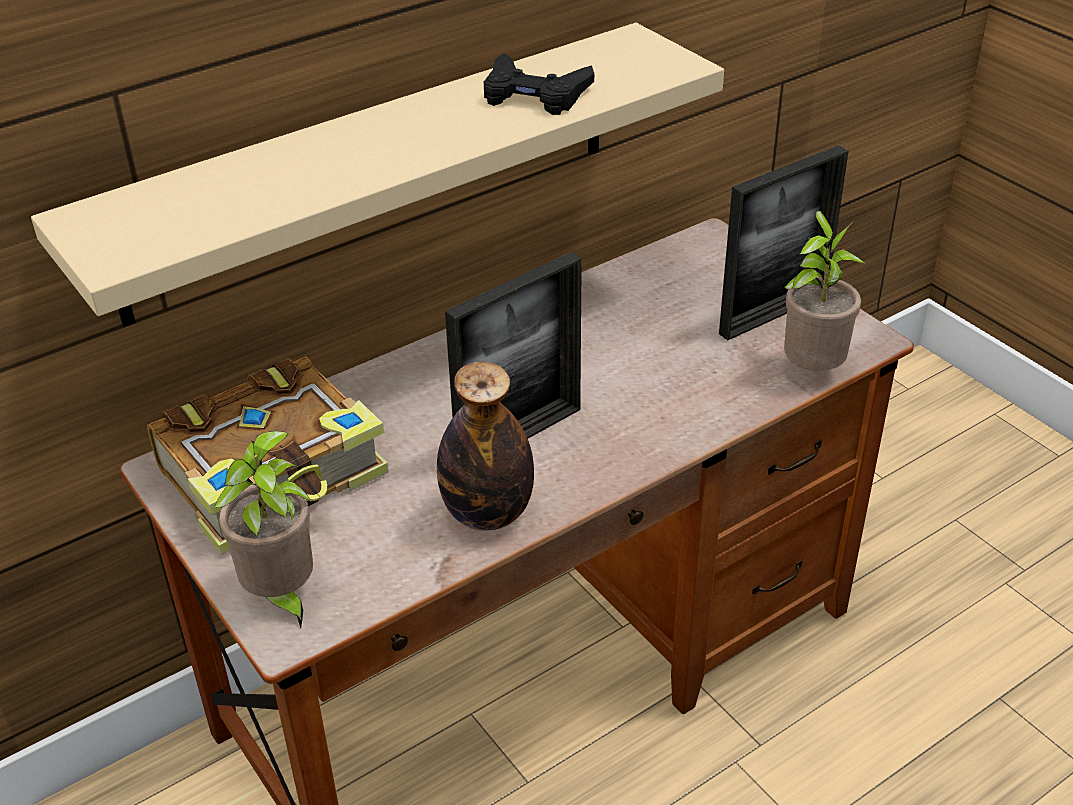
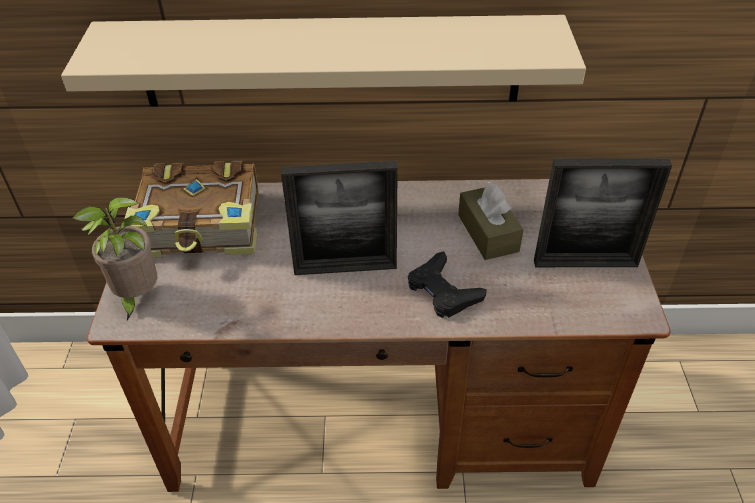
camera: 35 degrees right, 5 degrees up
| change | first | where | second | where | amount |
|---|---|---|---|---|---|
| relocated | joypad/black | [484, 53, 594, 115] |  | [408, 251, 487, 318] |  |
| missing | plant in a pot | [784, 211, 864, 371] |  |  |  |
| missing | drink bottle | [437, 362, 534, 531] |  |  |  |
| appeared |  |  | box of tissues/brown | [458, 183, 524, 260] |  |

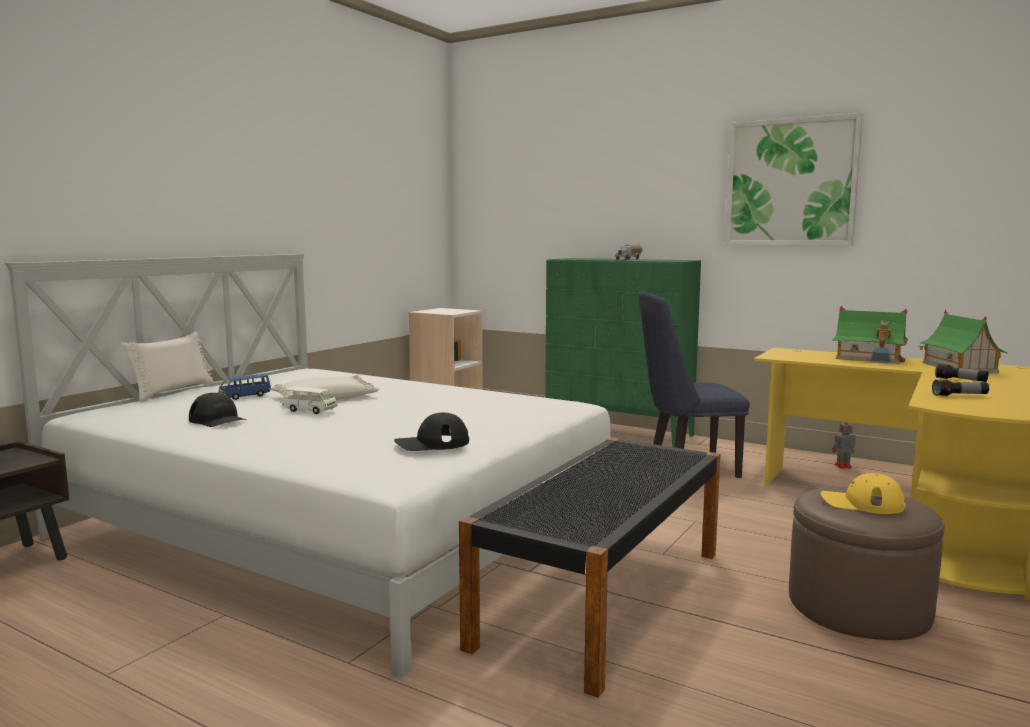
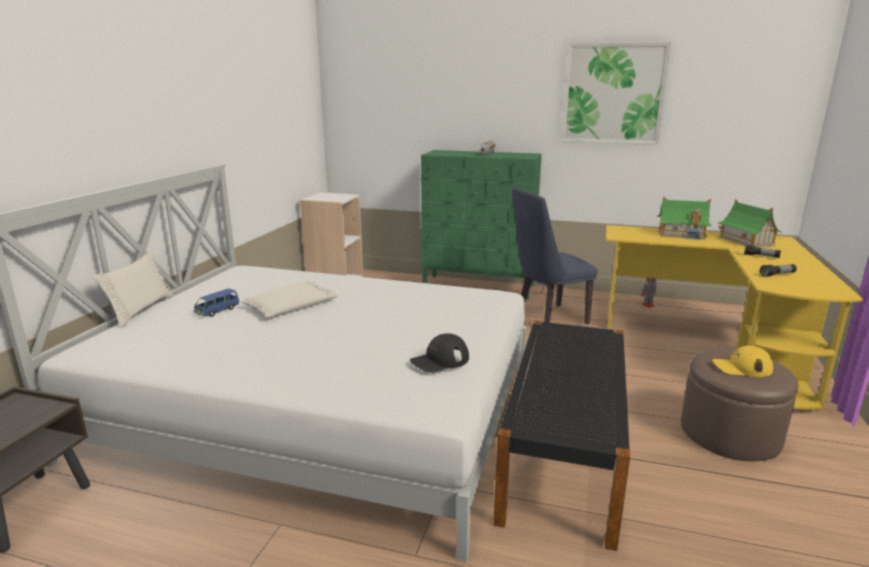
camera: 15 degrees left, 10 degrees up
| change | first | where | second | where | amount |
|---|---|---|---|---|---|
| missing | miniature car/whitish | [282, 387, 338, 414] |  |  |  |
| missing | cap/black | [189, 393, 246, 427] |  |  |  |

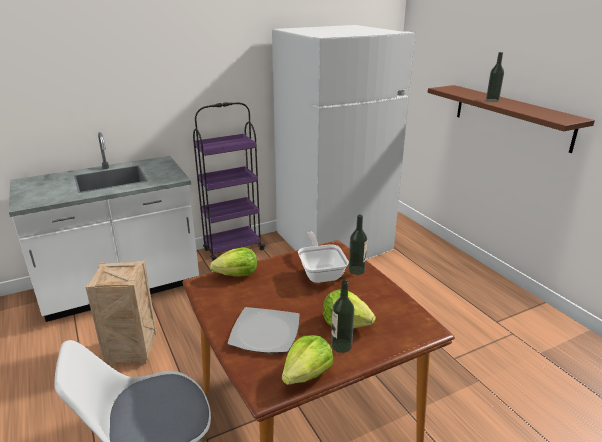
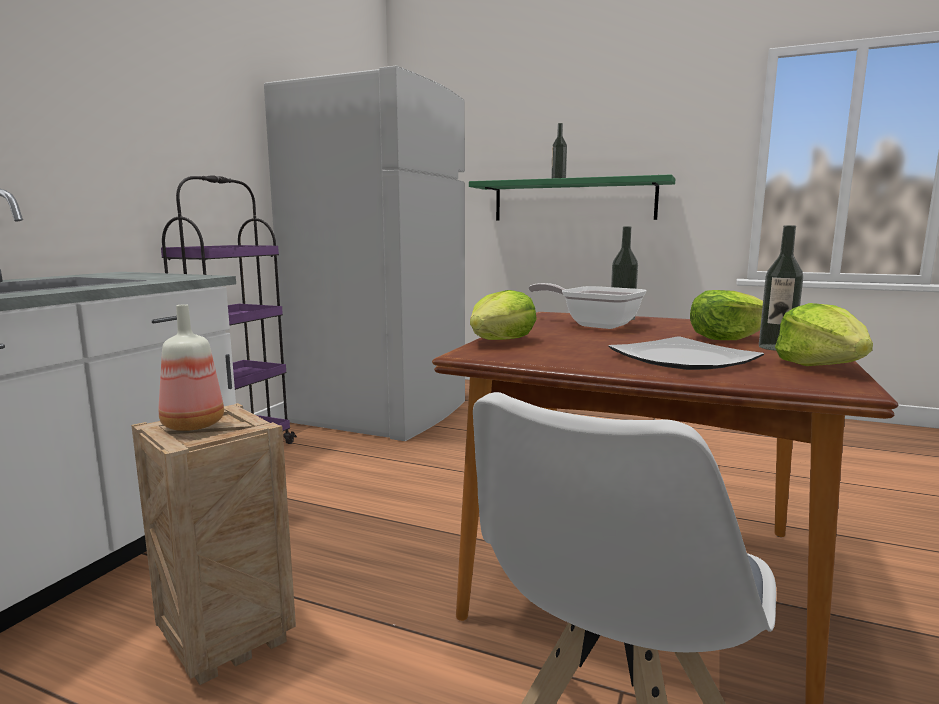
camera: 40 degrees left, 15 degrees down
| change | first | where | second | where | amount |
|---|---|---|---|---|---|
| colour | wall shelf/brown | [428, 85, 595, 153] | wall shelf/greenish | [469, 174, 675, 221] |  |
| appeared |  |  | drink bottle | [159, 304, 224, 431] |  |

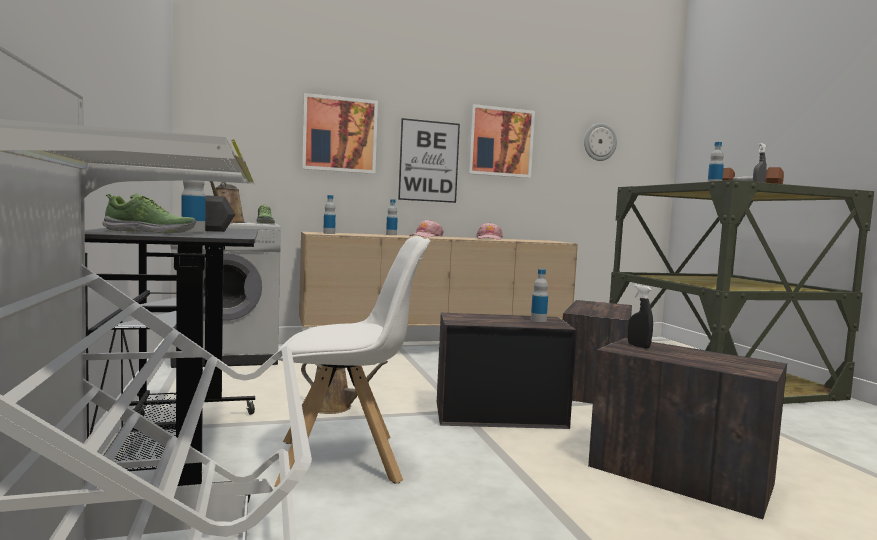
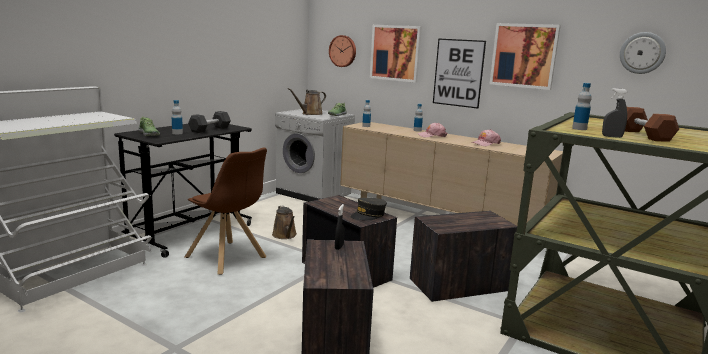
camera: 50 degrees right, 10 degrees up
| change | first | where | second | where | amount |
|---|---|---|---|---|---|
| colour | plain chair/whitish | [274, 236, 431, 487] | plain chair/brown | [184, 148, 267, 275] |  |
| exchanged | drink bottle | [531, 269, 548, 322] | cap/grey | [350, 198, 387, 220] |  |
| appeared |  |  | clock on the wall | [329, 35, 356, 67] |  |

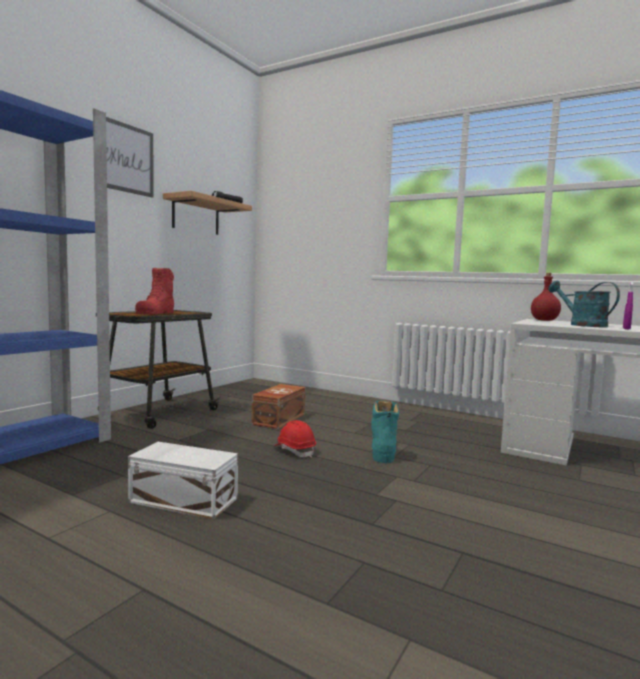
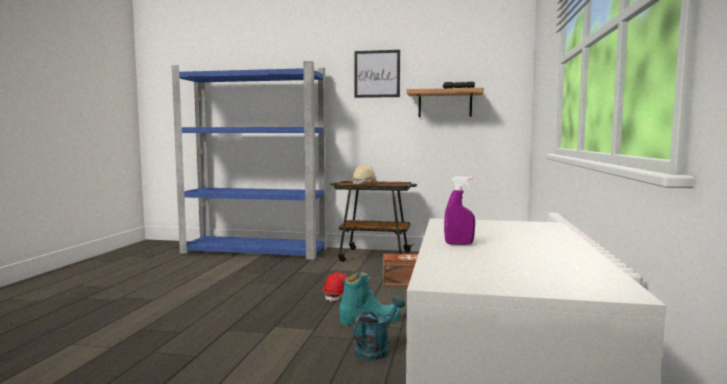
camera: 70 degrees right, 0 degrees up
| change | first | where | second | where | amount |
|---|---|---|---|---|---|
| exchanged | tall boot/reddish | [135, 268, 174, 314] | hard hat/beige-coloured | [352, 165, 379, 184] |  |
| missing | drink bottle/reddish | [531, 273, 561, 321] |  |  |  |
| relocated | watering can/turquoise | [548, 281, 620, 327] |  | [353, 296, 405, 360] |  |
| missing | storage box/whitish | [128, 442, 238, 519] |  |  |  |

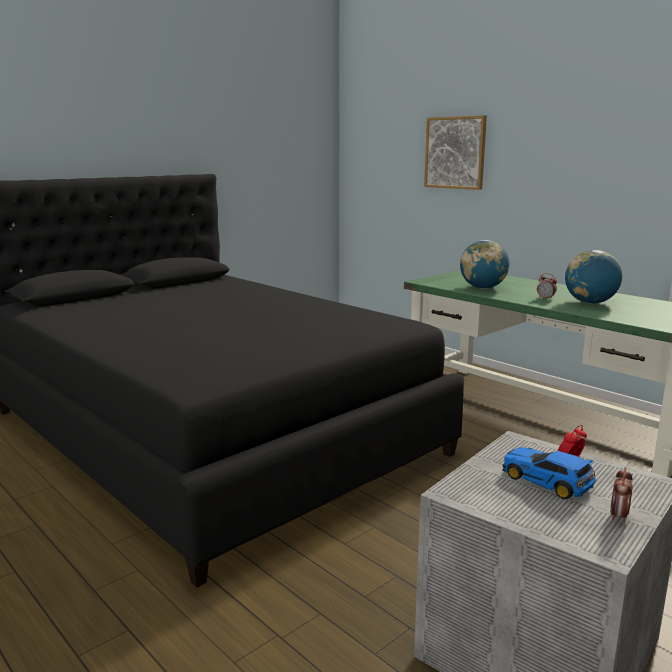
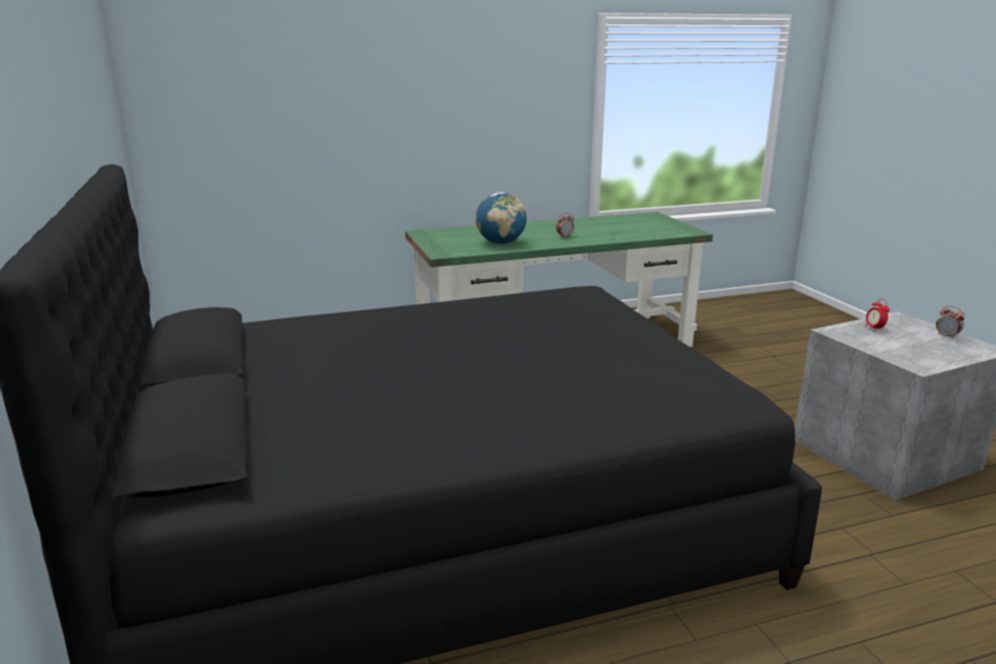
camera: 65 degrees left, 5 degrees up
| change | first | where | second | where | amount |
|---|---|---|---|---|---|
| missing | wall picture | [424, 115, 487, 190] |  |  |  |
| missing | desk globe | [565, 250, 622, 304] |  |  |  |
| missing | miniature car | [502, 447, 596, 499] |  |  |  |

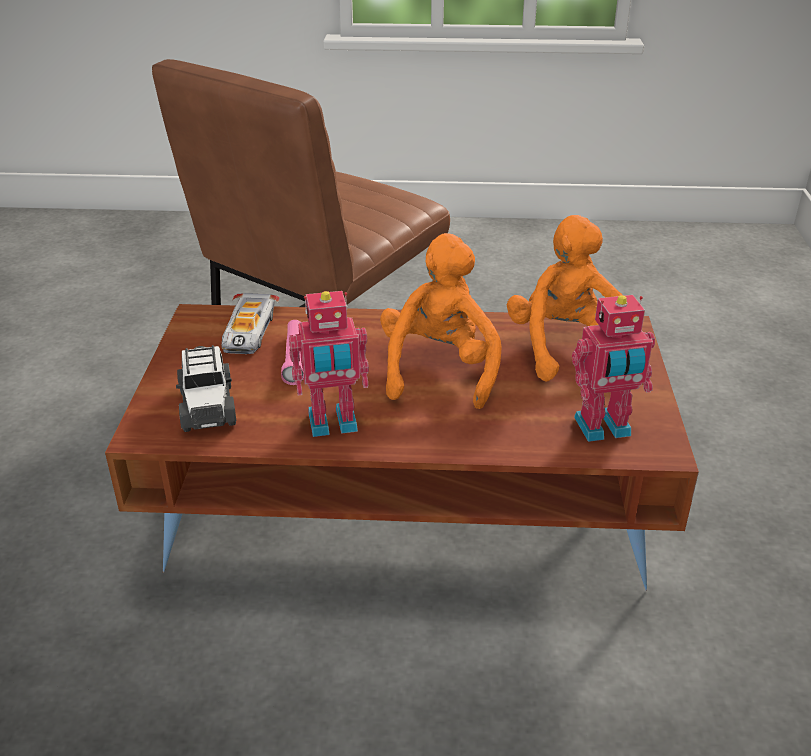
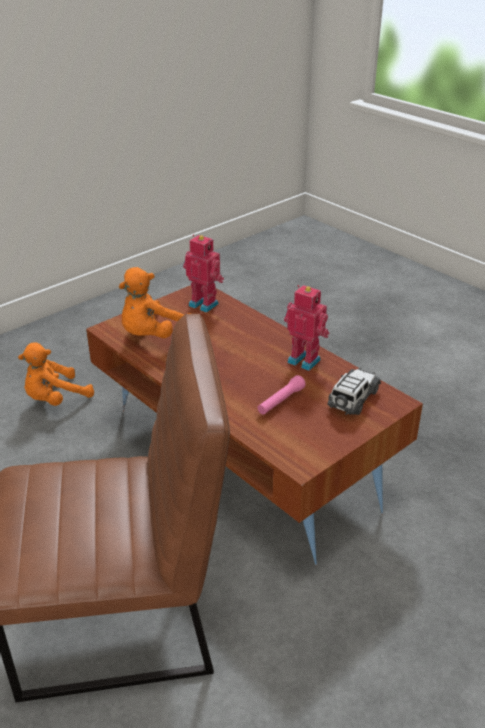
camera: 135 degrees left, 0 degrees up
| change | first | where | second | where | amount |
|---|---|---|---|---|---|
| relocated | soft toy/orange-coloured | [380, 233, 501, 409] |  | [18, 342, 94, 406] |  |
| missing | miniature car | [222, 293, 280, 354] |  |  |  |

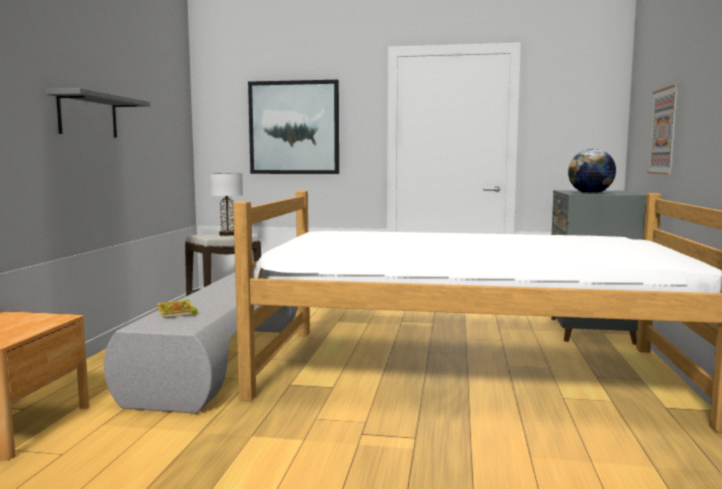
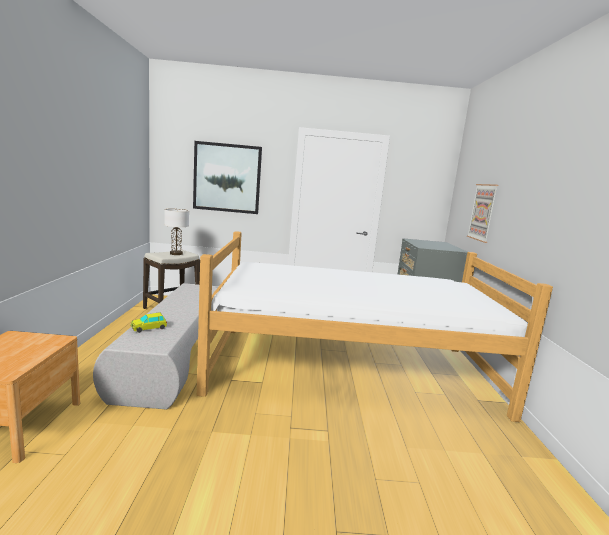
camera: 10 degrees left, 5 degrees up
| change | first | where | second | where | amount |
|---|---|---|---|---|---|
| missing | wall shelf/grey | [45, 88, 150, 138] |  |  |  |
| missing | desk globe | [568, 149, 616, 194] |  |  |  |
| exchanged | volume | [157, 299, 198, 318] | miniature car | [131, 313, 167, 333] |  |

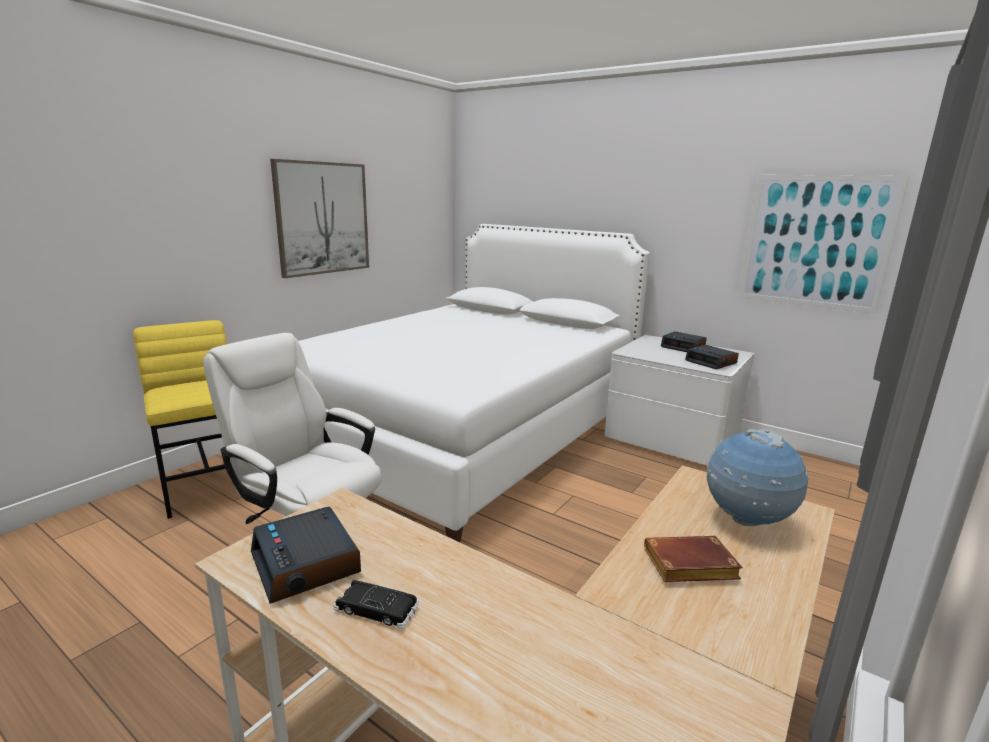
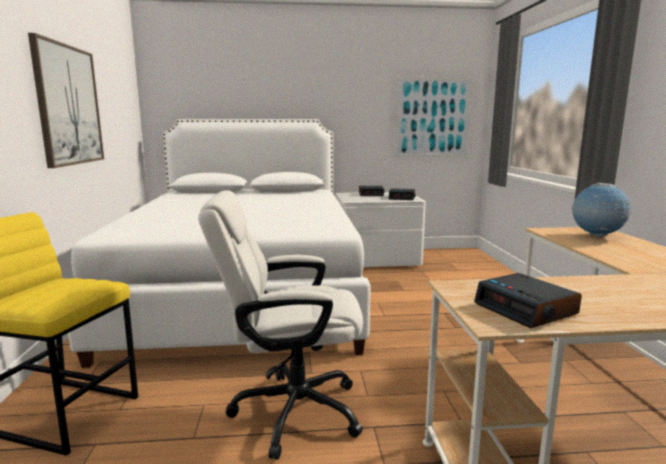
camera: 40 degrees left, 5 degrees down
| change | first | where | second | where | amount |
|---|---|---|---|---|---|
| spun | bedside clock | [251, 507, 361, 604] |  | [474, 273, 582, 328] | 45 degrees clockwise |
| missing | volume/brown | [644, 536, 743, 582] |  |  |  |
| missing | miniature car/black | [333, 580, 419, 629] |  |  |  |

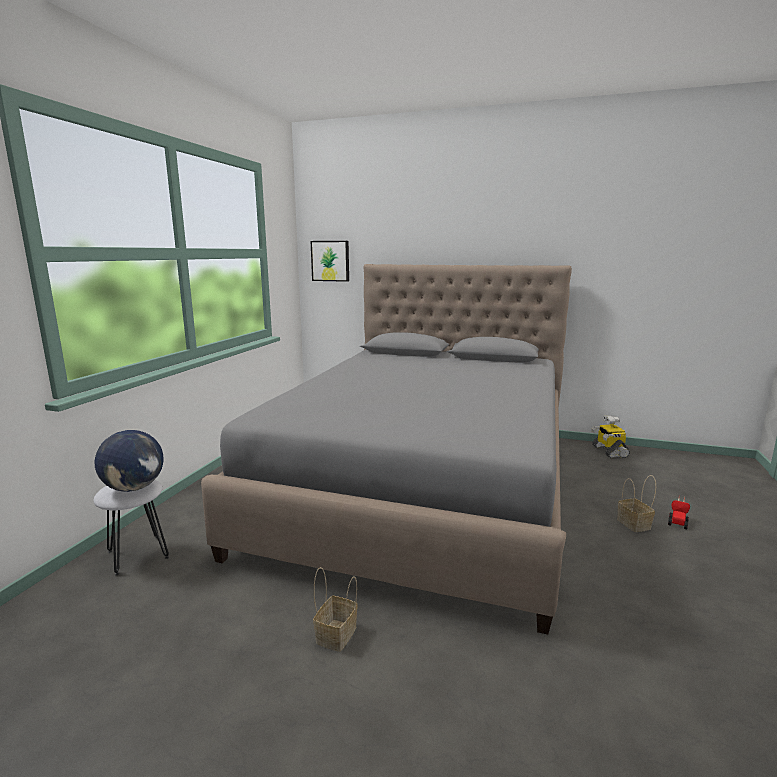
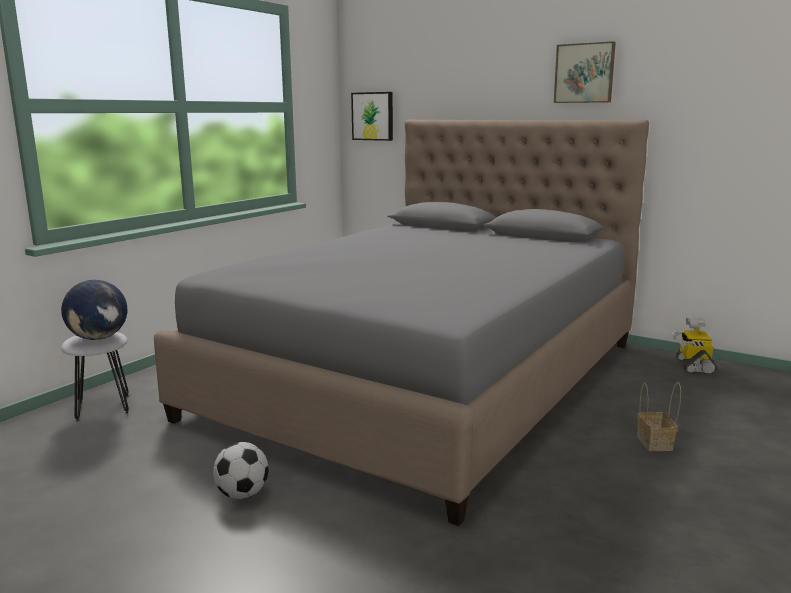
camera: 15 degrees right, 0 degrees up
| change | first | where | second | where | amount |
|---|---|---|---|---|---|
| missing | miniature car | [668, 495, 690, 529] |  |  |  |
| exchanged | household basket | [313, 567, 358, 652] | ball for football | [213, 442, 269, 499] |  |
| appeared |  |  | wall picture | [554, 41, 616, 103] |  |

